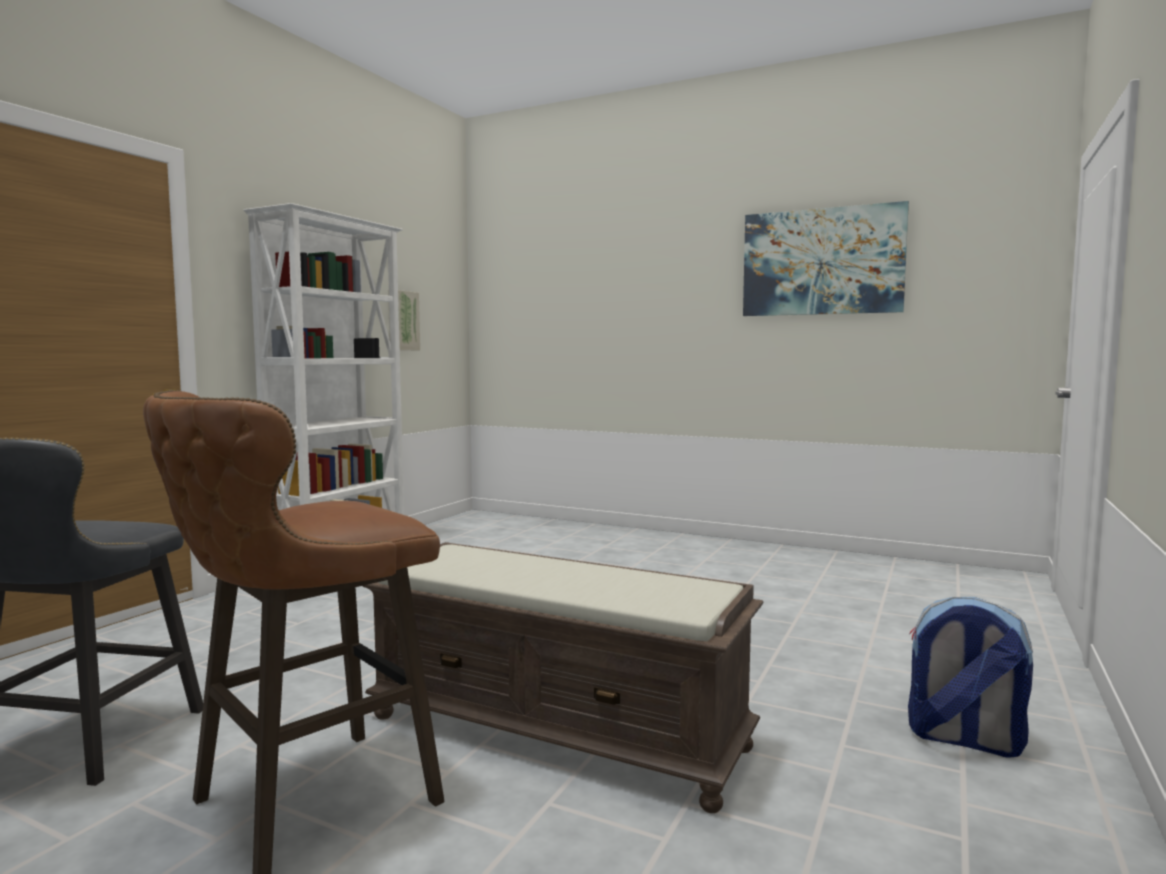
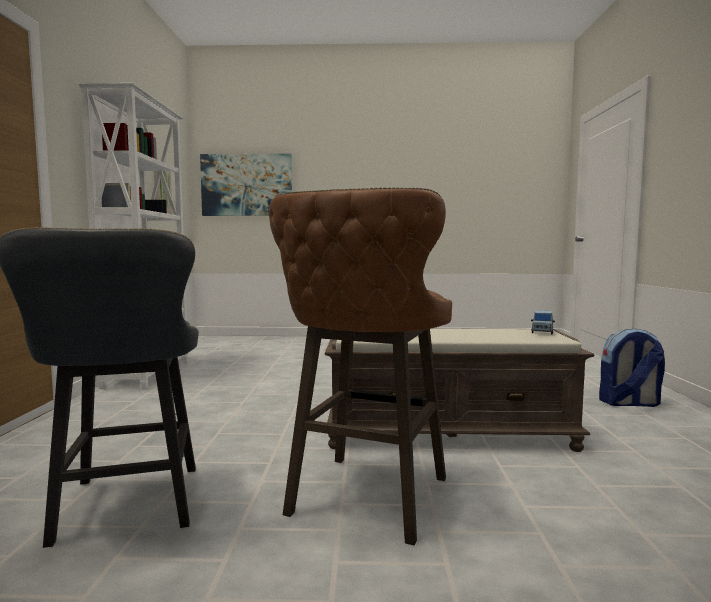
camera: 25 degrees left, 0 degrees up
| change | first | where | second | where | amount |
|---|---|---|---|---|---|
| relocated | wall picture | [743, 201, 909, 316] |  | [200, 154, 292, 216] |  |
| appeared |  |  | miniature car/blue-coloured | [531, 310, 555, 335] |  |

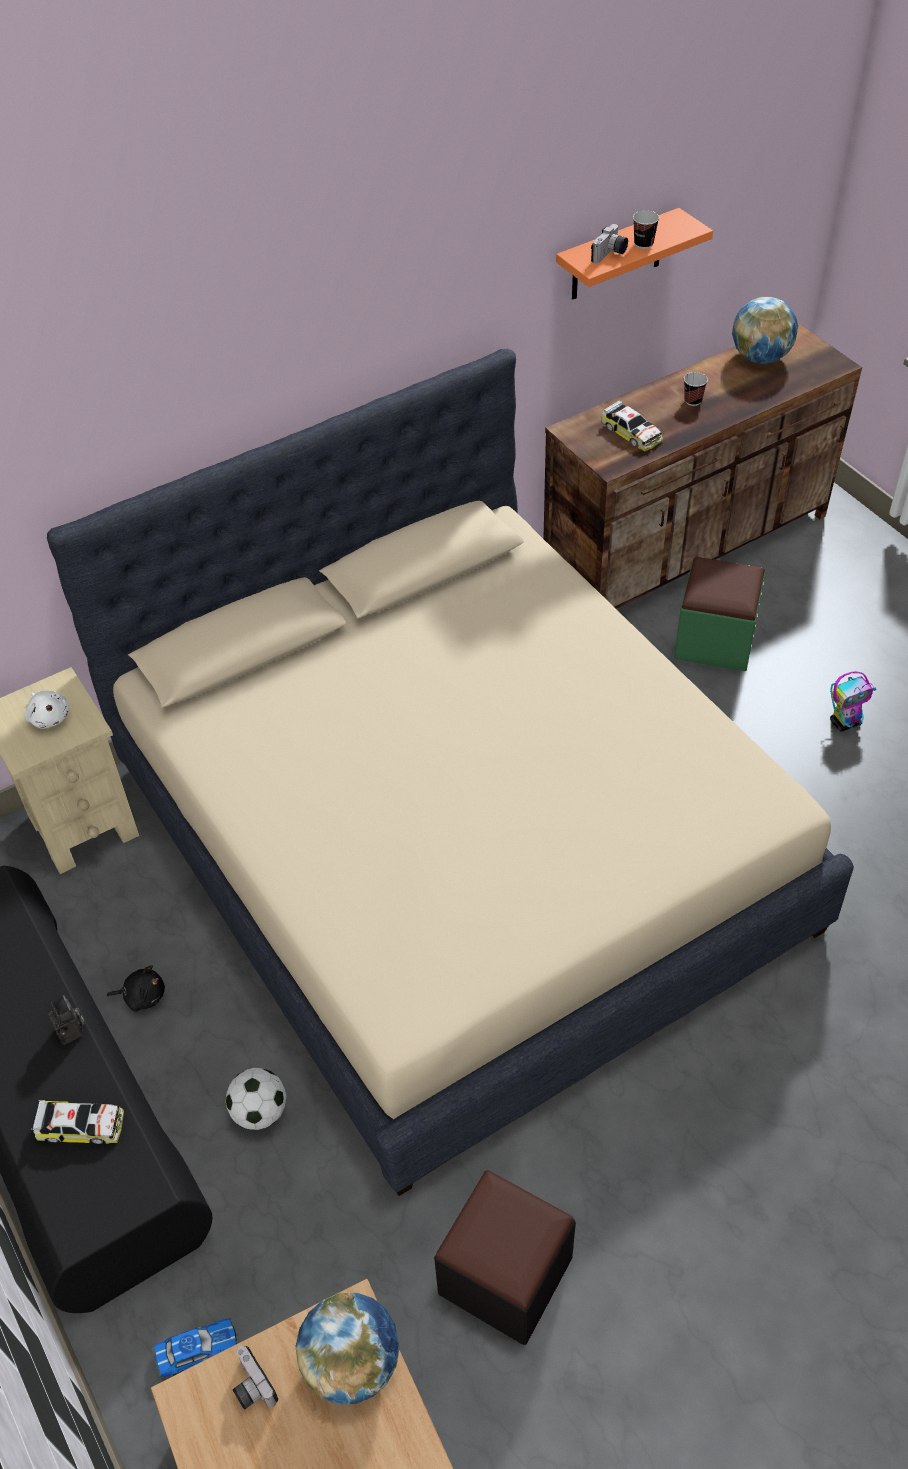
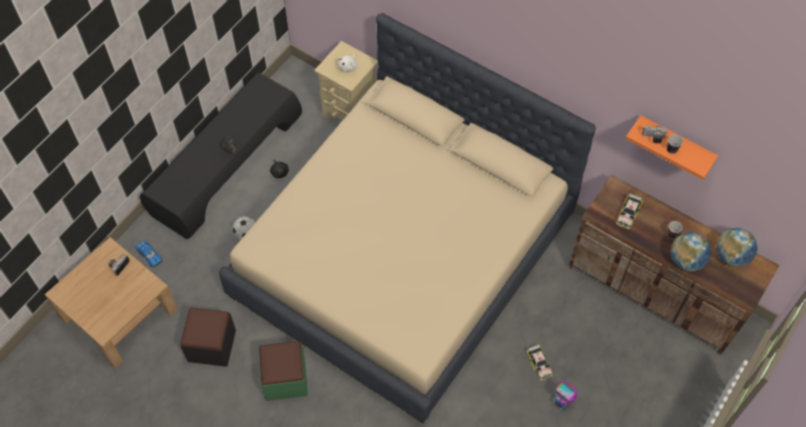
camera: 65 degrees right, 10 degrees up
| change | first | where | second | where | amount |
|---|---|---|---|---|---|
| relocated | ottoman/greenish | [674, 557, 765, 671] |  | [259, 341, 308, 401] |  |
| relocated | miniature car | [32, 1100, 124, 1144] |  | [526, 344, 553, 381] |  |
| relocated | desk globe | [295, 1293, 399, 1404] |  | [671, 232, 711, 272] |  |

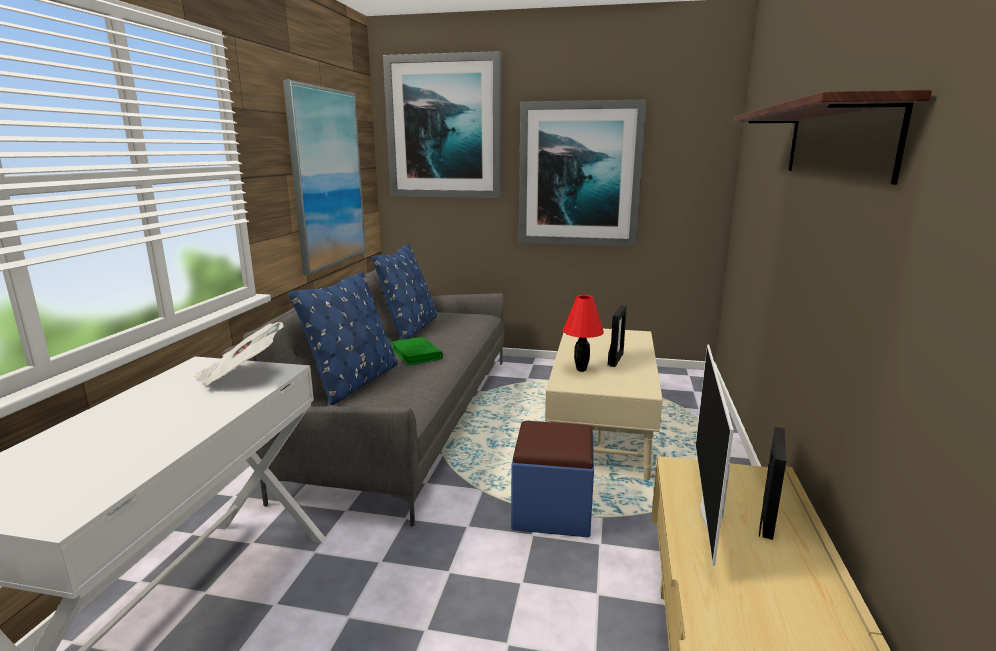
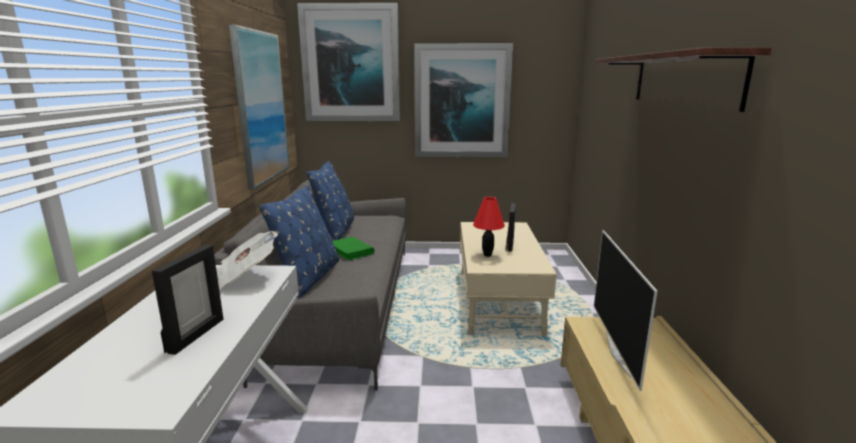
camera: 10 degrees left, 0 degrees up
| change | first | where | second | where | amount |
|---|---|---|---|---|---|
| missing | ottoman/blue-coloured | [511, 421, 594, 537] |  |  |  |
| relocated | picture frame | [759, 427, 786, 540] |  | [152, 245, 224, 355] |  |

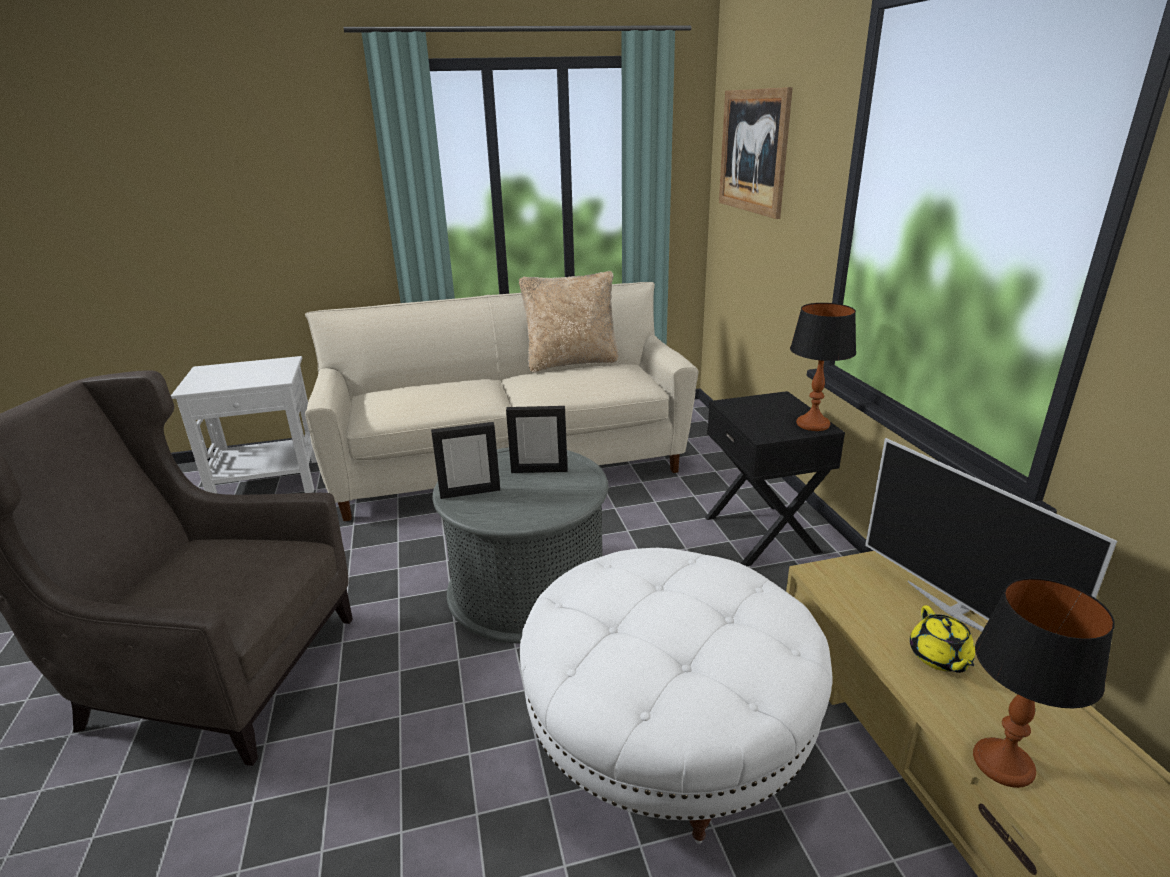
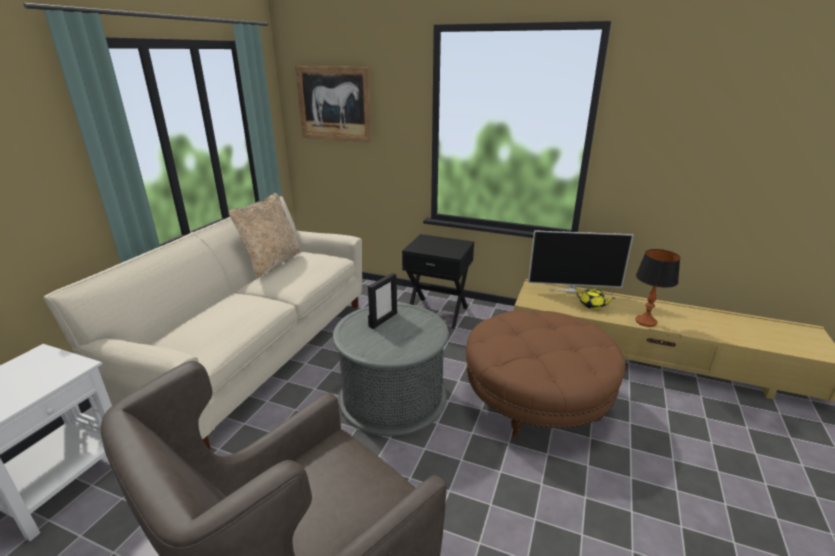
camera: 55 degrees left, 0 degrees up
| change | first | where | second | where | amount |
|---|---|---|---|---|---|
| missing | lamp for a table | [790, 303, 856, 431] |  |  |  |
| missing | picture frame | [431, 422, 500, 499] |  |  |  |
| colour | ottoman/whitish | [520, 548, 832, 844] | ottoman/brown | [466, 310, 625, 439] |  |

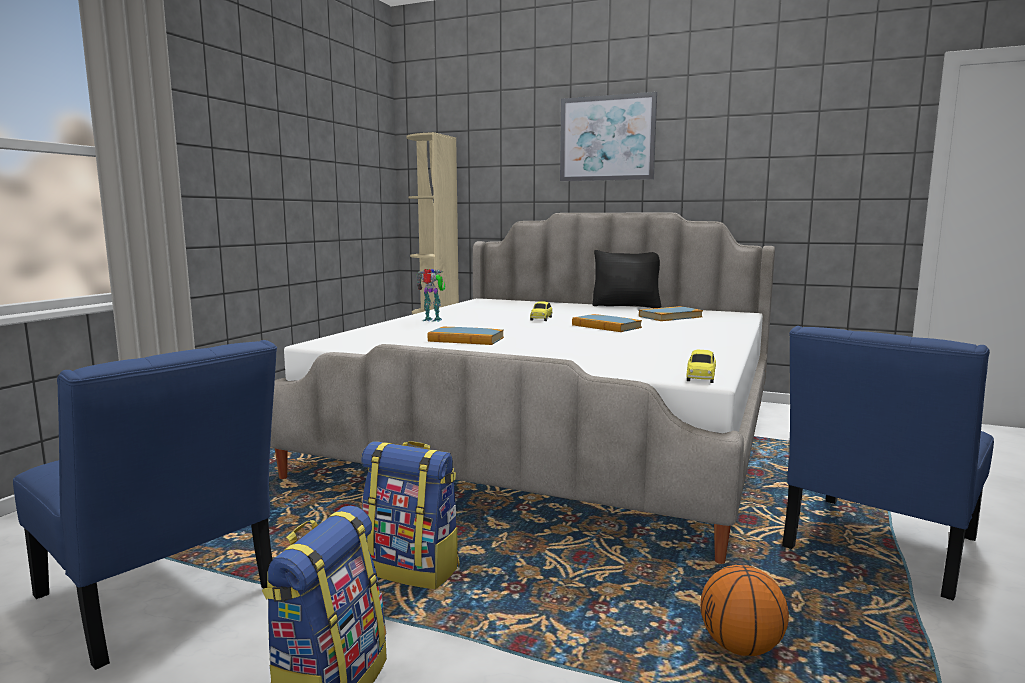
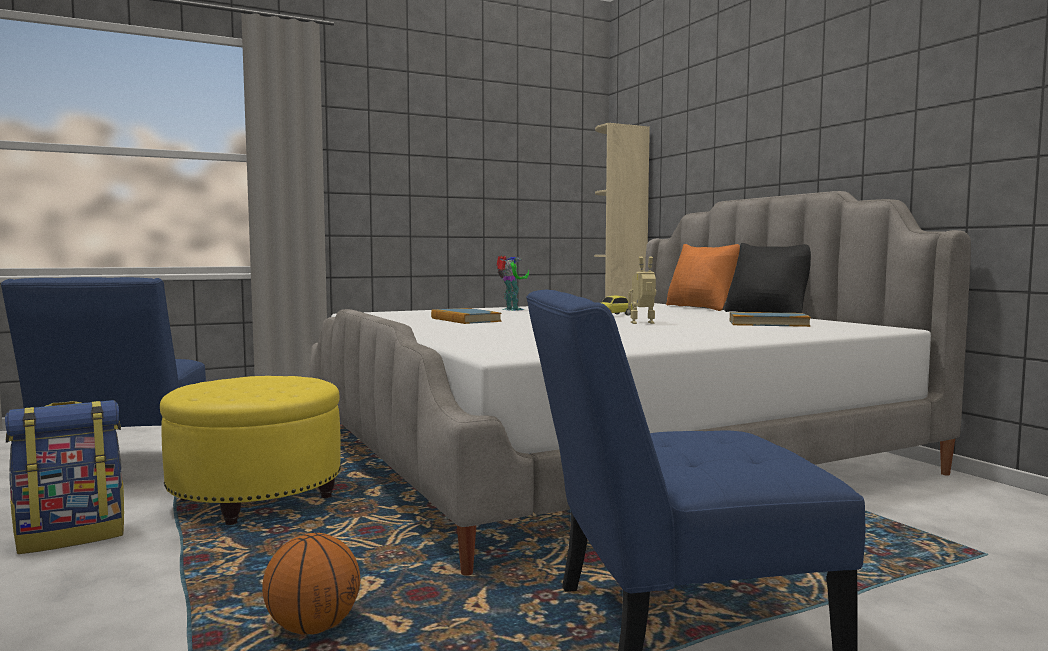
camera: 40 degrees right, 5 degrees down
| change | first | where | second | where | amount |
|---|---|---|---|---|---|
| missing | wall picture | [560, 92, 657, 182] |  |  |  |
| exchanged | volume | [572, 314, 642, 332] | toy robot | [628, 256, 656, 324] |  |
| missing | miniature car | [686, 350, 716, 383] |  |  |  |
| exchanged | knapsack | [361, 441, 460, 589] | ottoman/yellow | [160, 376, 341, 525] |  |
| appeared |  |  | pillow/orange-coloured | [666, 244, 740, 311] |  |

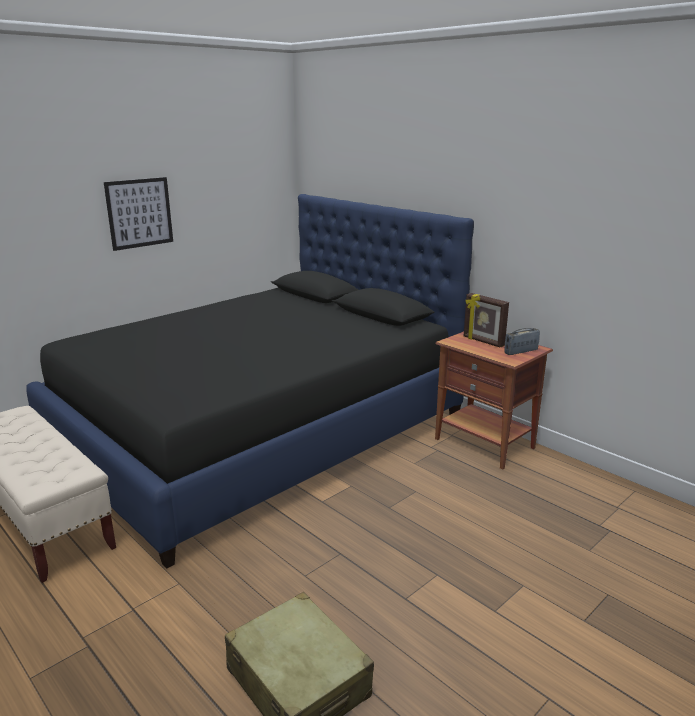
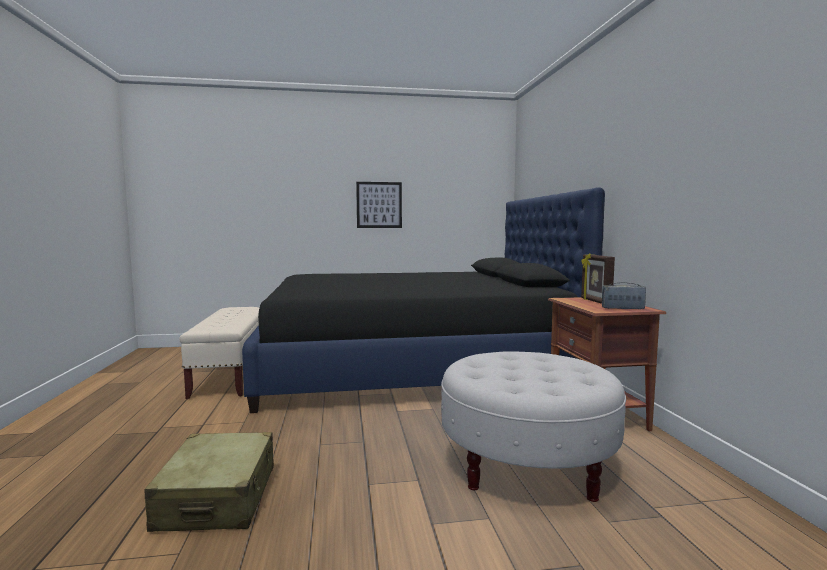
camera: 35 degrees right, 15 degrees down
| change | first | where | second | where | amount |
|---|---|---|---|---|---|
| appeared |  |  | ottoman/whitish | [441, 351, 626, 502] |  |

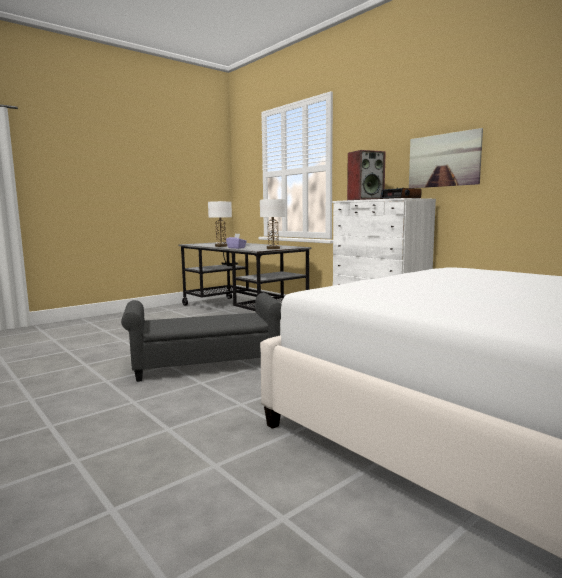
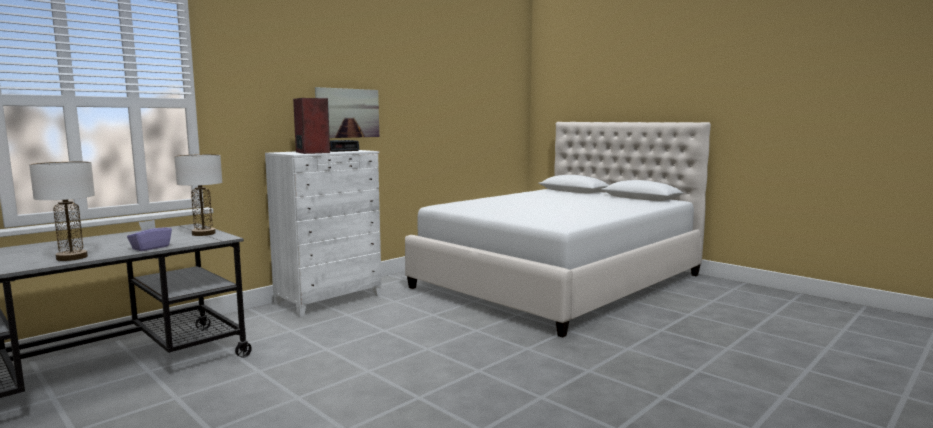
camera: 95 degrees left, 0 degrees up
| change | first | where | second | where | amount |
|---|---|---|---|---|---|
| missing | ottoman/grey | [121, 293, 281, 382] |  |  |  |

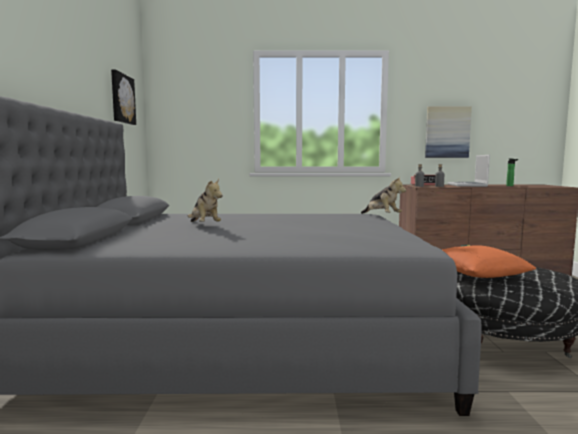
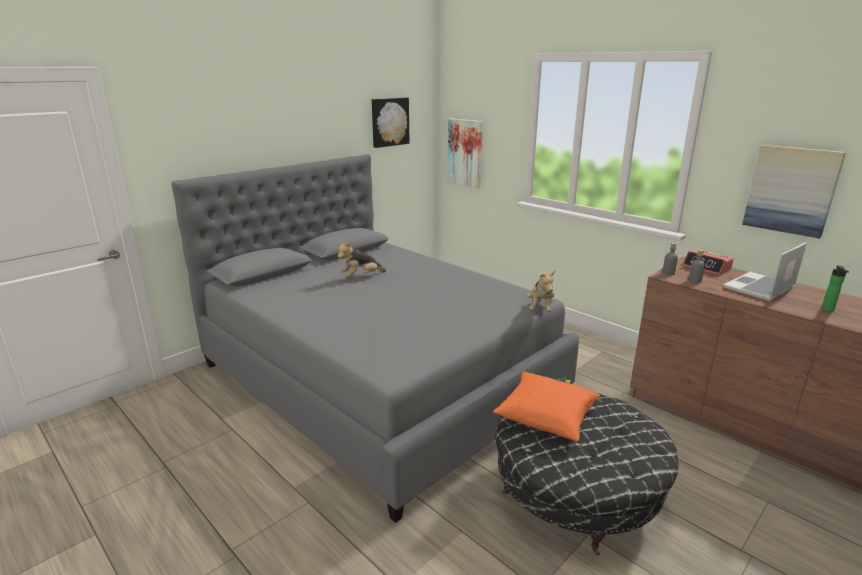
camera: 45 degrees right, 15 degrees up
| change | first | where | second | where | amount |
|---|---|---|---|---|---|
| spun | soft toy | [188, 179, 223, 222] |  | [337, 242, 386, 278] | 45 degrees clockwise |
| appeared |  |  | wall picture | [447, 118, 483, 189] |  |

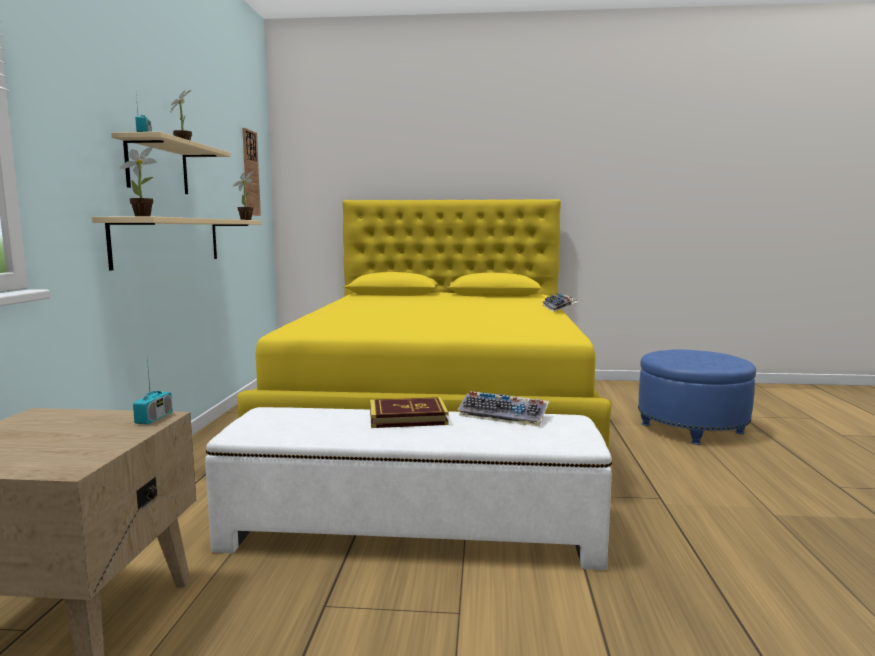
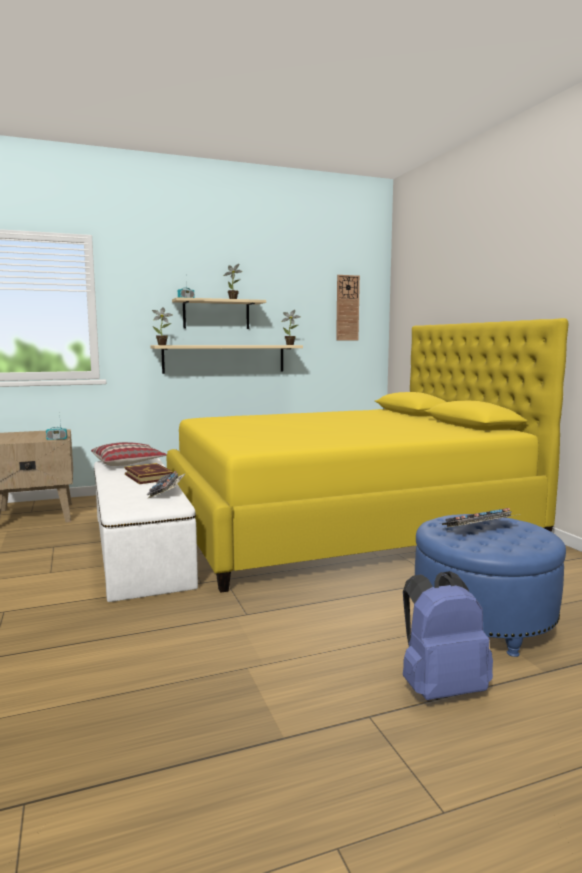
camera: 65 degrees right, 0 degrees up
| change | first | where | second | where | amount |
|---|---|---|---|---|---|
| relocated | keyboard | [542, 293, 579, 312] |  | [442, 508, 520, 528] |  |
| appeared |  |  | pillow | [91, 442, 167, 466] |  |
| appeared |  |  | knapsack/blue-coloured | [403, 571, 493, 700] |  |

